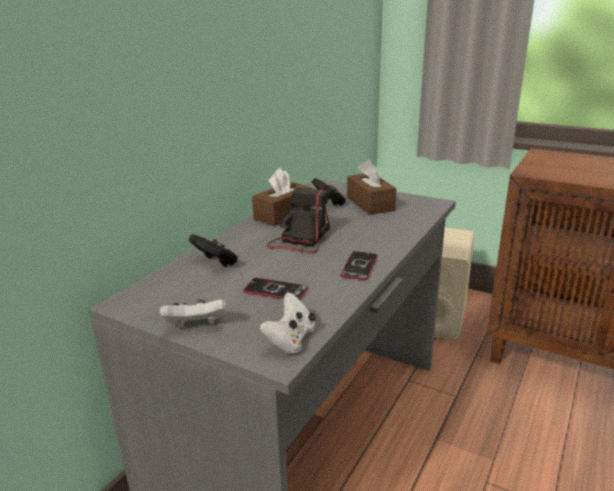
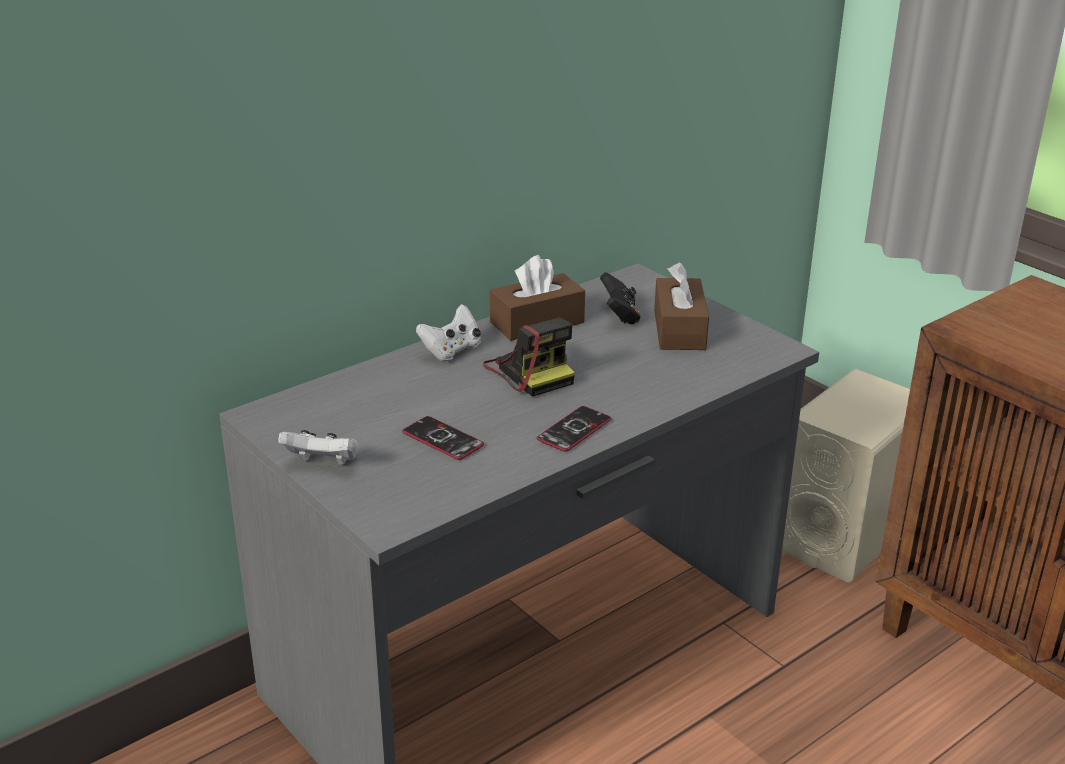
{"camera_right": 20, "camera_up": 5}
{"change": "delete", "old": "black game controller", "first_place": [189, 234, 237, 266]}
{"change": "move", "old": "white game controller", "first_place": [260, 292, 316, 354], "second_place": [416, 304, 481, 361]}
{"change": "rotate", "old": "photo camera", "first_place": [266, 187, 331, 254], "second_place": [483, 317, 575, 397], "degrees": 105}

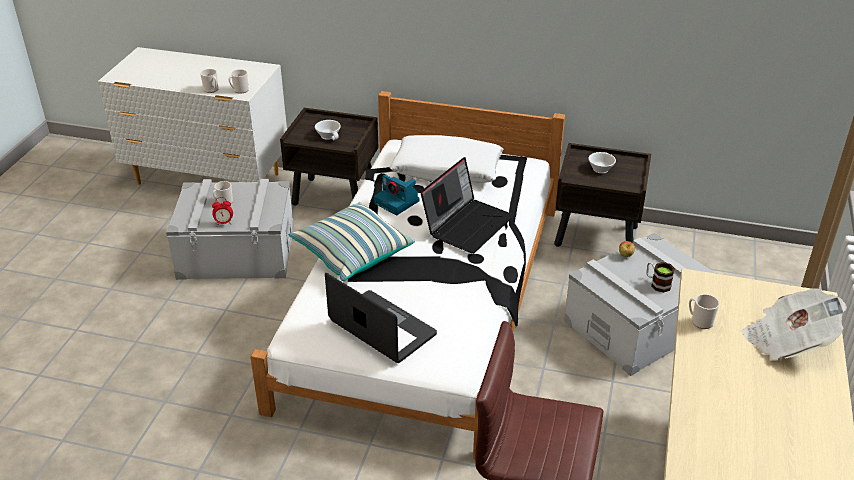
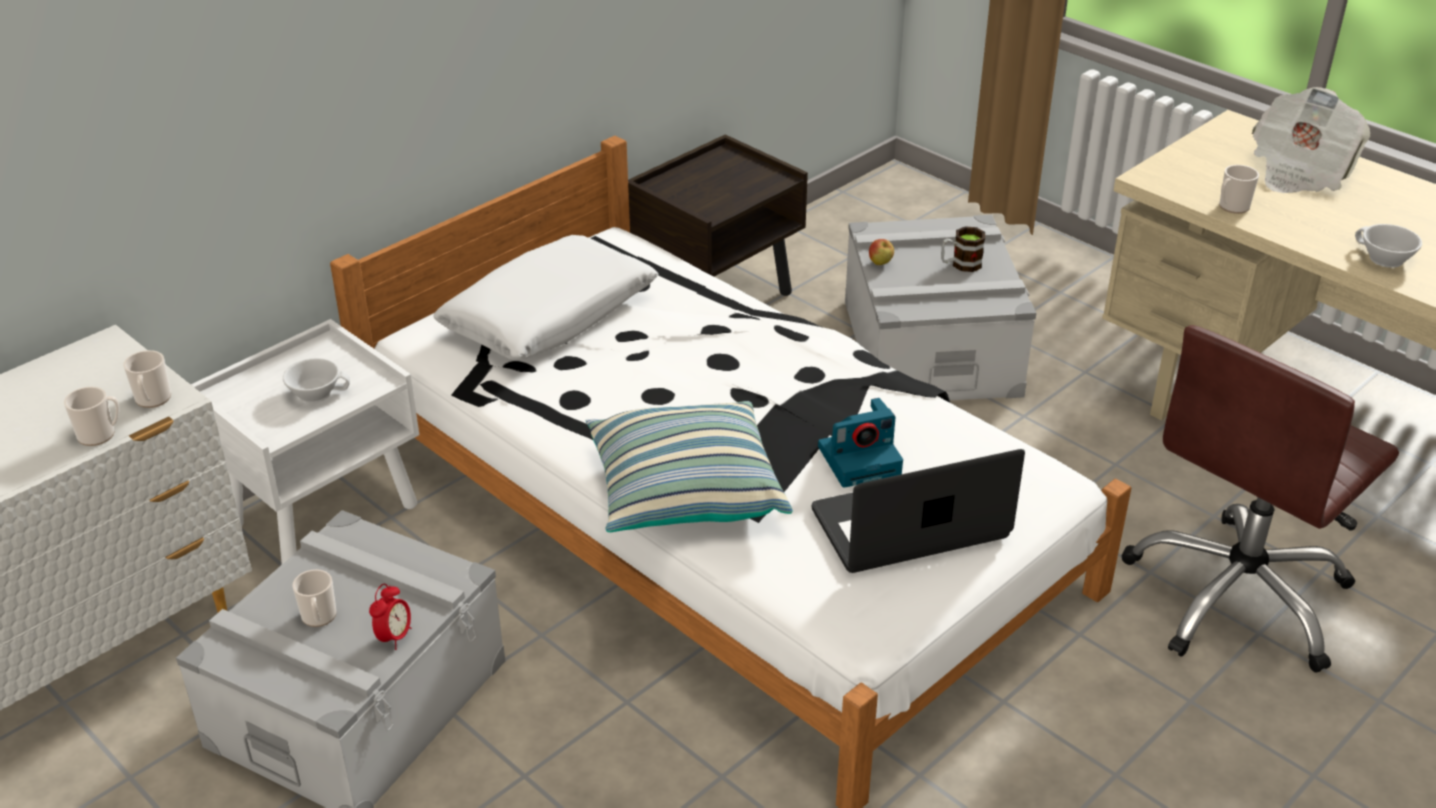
{"camera_right": -60, "camera_up": 0}
{"change": "recolor", "old": "brown nightstand", "new": "white nightstand", "first_place": [280, 108, 379, 205], "second_place": [191, 319, 419, 564]}
{"change": "move", "old": "photo camera", "first_place": [374, 175, 420, 215], "second_place": [818, 398, 903, 488]}
{"change": "delete", "old": "laptop", "first_place": [420, 157, 514, 254]}
{"change": "move", "old": "white cup", "first_place": [588, 152, 616, 173], "second_place": [1355, 224, 1422, 268]}

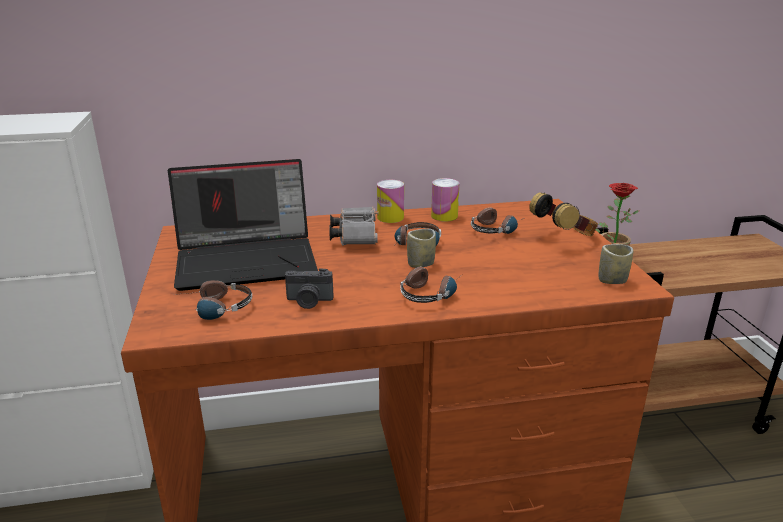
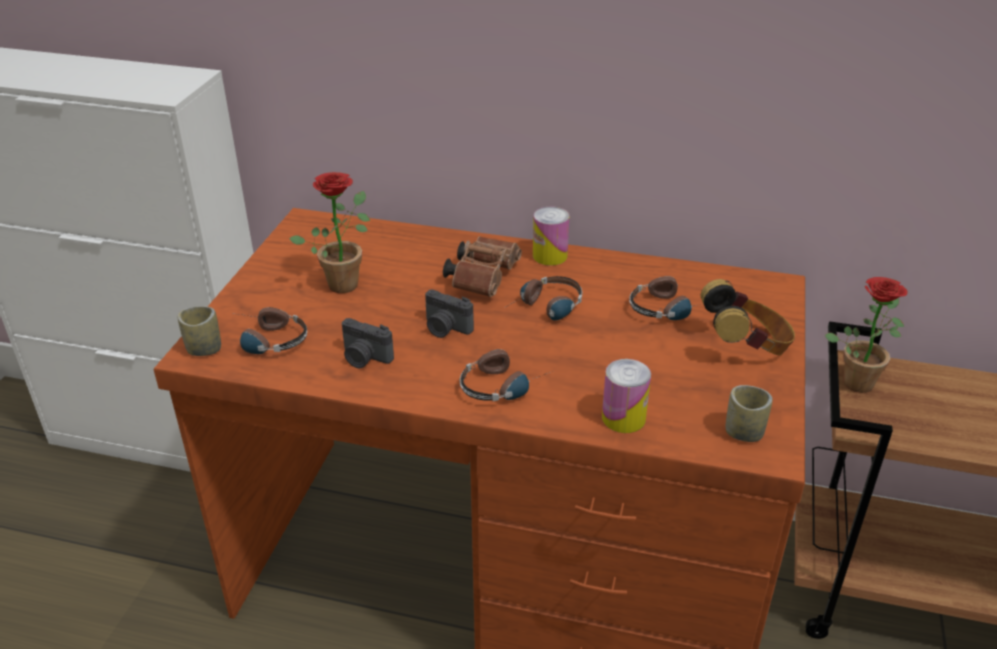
{"camera_right": 25, "camera_up": 10}
{"change": "replace", "old": "laptop", "new": "potted plant", "first_place": [168, 159, 318, 291], "second_place": [289, 172, 370, 293]}
{"change": "recolor", "old": "grey binoculars", "new": "brown binoculars", "first_place": [329, 207, 379, 246], "second_place": [443, 236, 522, 297]}
{"change": "move", "old": "cup", "first_place": [407, 229, 436, 268], "second_place": [178, 306, 221, 356]}
{"change": "move", "old": "can", "first_place": [431, 178, 459, 221], "second_place": [602, 359, 651, 433]}
{"change": "insert", "new": "photo camera", "second_place": [425, 289, 474, 338]}

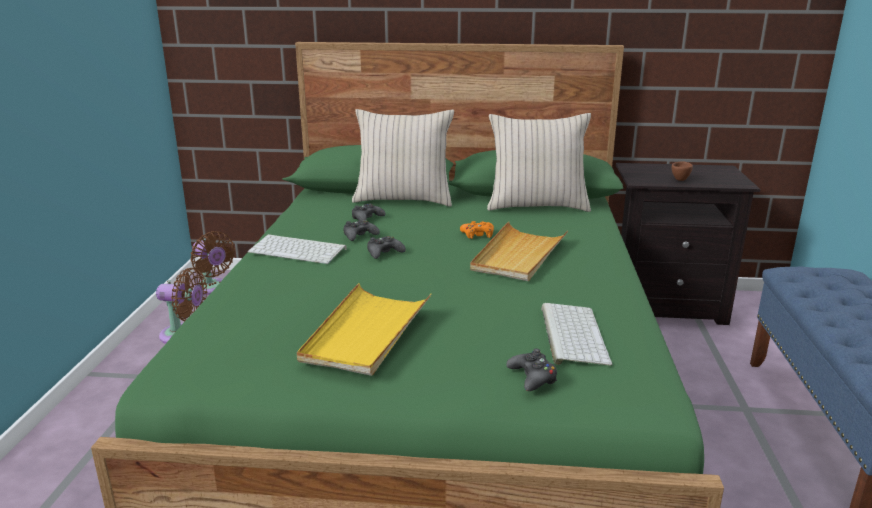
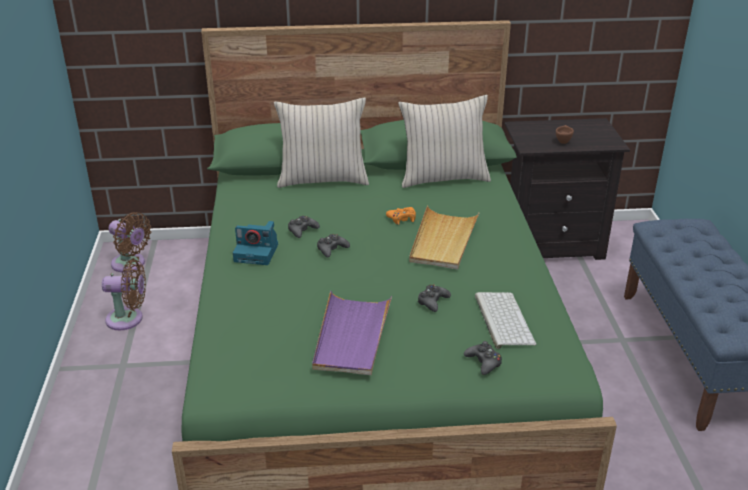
{"camera_right": -10, "camera_up": 10}
{"change": "replace", "old": "keyboard", "new": "photo camera", "first_place": [248, 234, 347, 264], "second_place": [233, 221, 278, 265]}
{"change": "recolor", "old": "yellow tray", "new": "purple tray", "first_place": [297, 283, 431, 376], "second_place": [312, 291, 392, 375]}
{"change": "move", "old": "black game controller", "first_place": [352, 204, 386, 221], "second_place": [418, 285, 451, 312]}

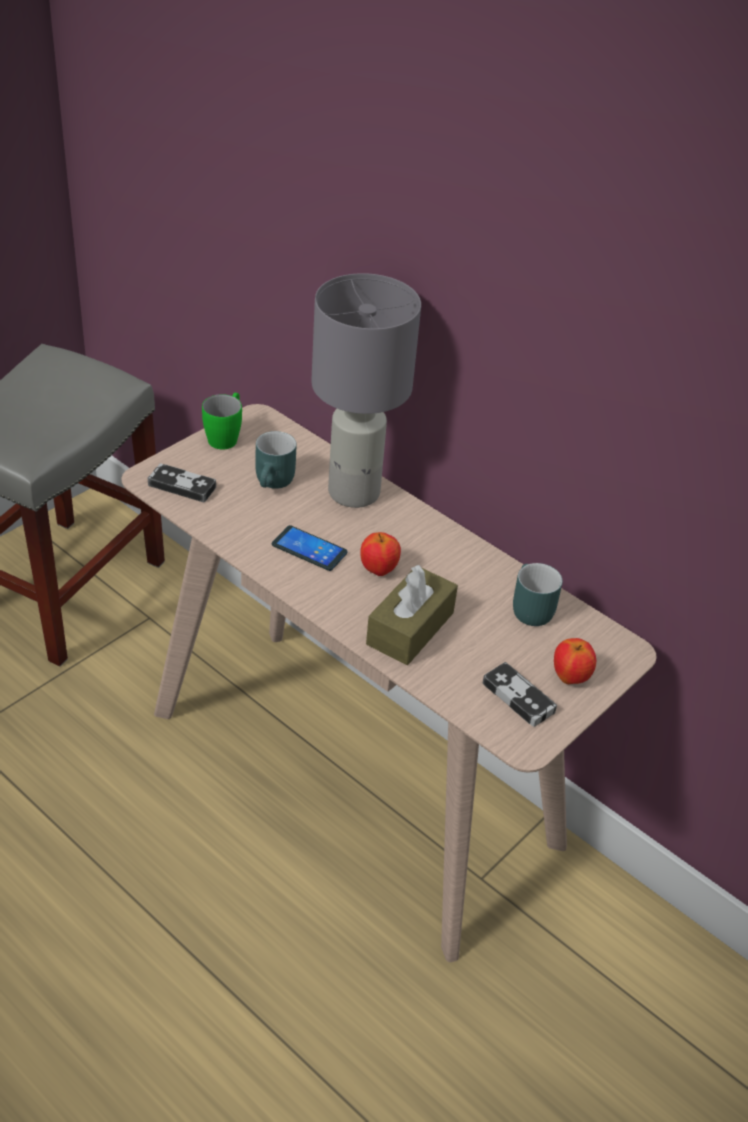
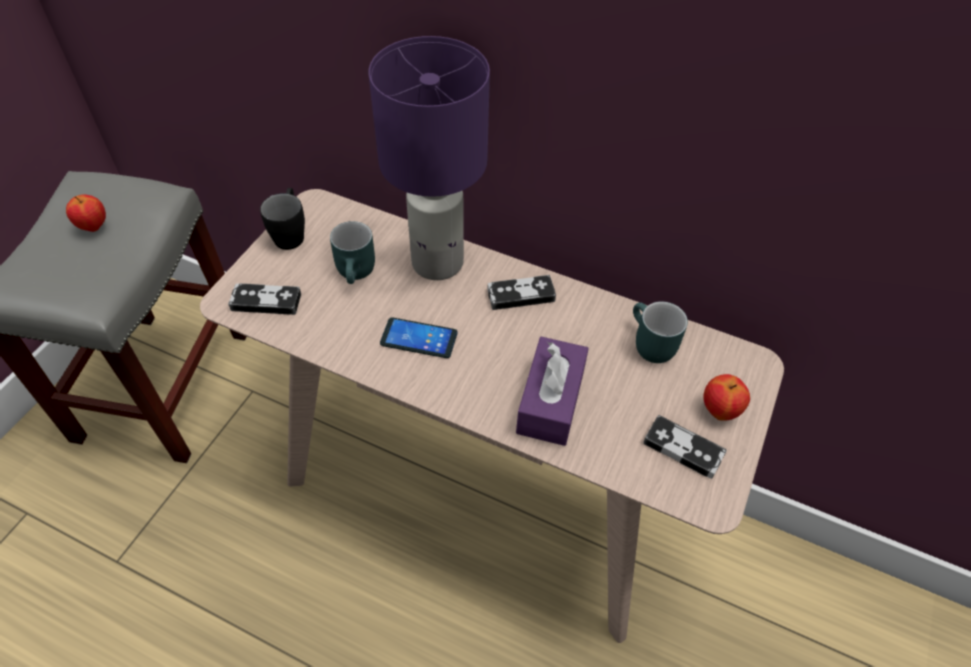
{"camera_right": -15, "camera_up": 10}
{"change": "recolor", "old": "green mug", "new": "black mug", "first_place": [202, 392, 242, 450], "second_place": [260, 188, 305, 250]}
{"change": "recolor", "old": "grey table lamp", "new": "purple table lamp", "first_place": [311, 273, 421, 508], "second_place": [369, 36, 490, 280]}
{"change": "move", "old": "apple", "first_place": [360, 532, 401, 576], "second_place": [66, 194, 106, 232]}
{"change": "recolor", "old": "brown tissue box", "new": "purple tissue box", "first_place": [366, 565, 458, 665], "second_place": [516, 337, 589, 446]}
{"change": "insert", "new": "game controller", "second_place": [487, 275, 556, 310]}

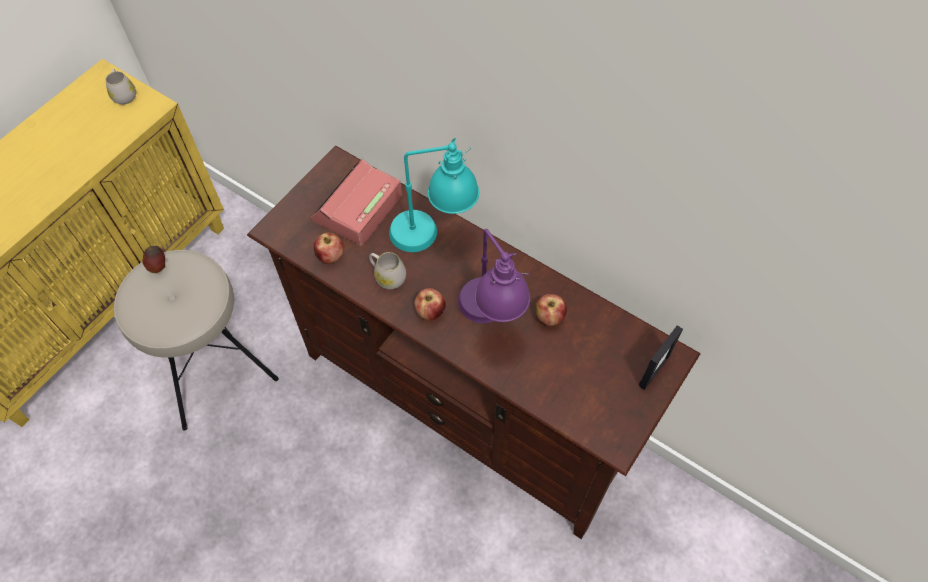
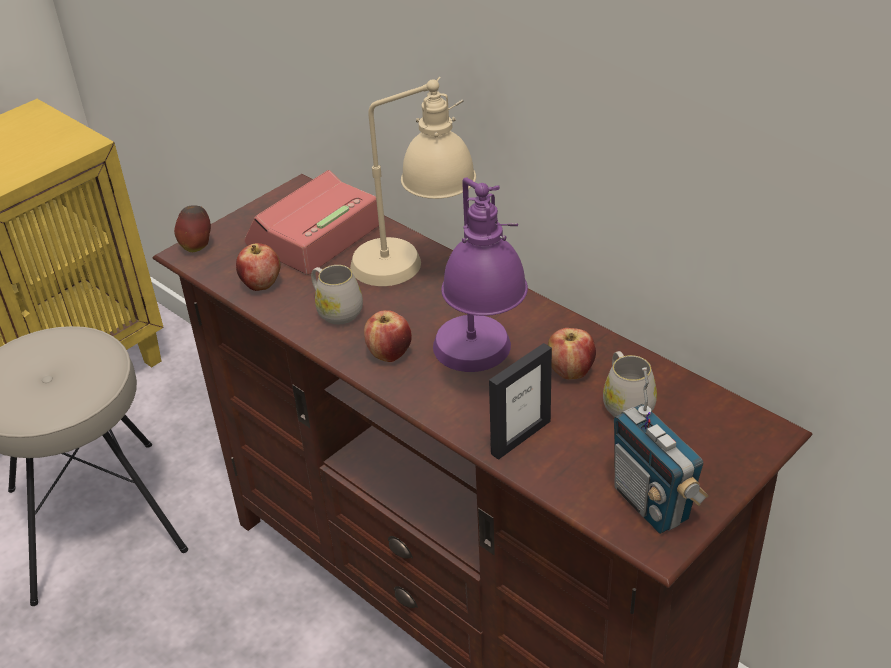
{"camera_right": 10, "camera_up": -20}
{"change": "move", "old": "white mug", "first_place": [106, 69, 136, 105], "second_place": [603, 351, 657, 417]}
{"change": "move", "old": "apple", "first_place": [142, 246, 165, 273], "second_place": [174, 205, 211, 252]}
{"change": "recolor", "old": "turquoise table lamp", "new": "beige table lamp", "first_place": [389, 138, 479, 252], "second_place": [350, 76, 476, 286]}
{"change": "move", "old": "picture frame", "first_place": [639, 325, 683, 390], "second_place": [489, 343, 552, 460]}
{"change": "insert", "new": "radio", "second_place": [614, 367, 709, 534]}

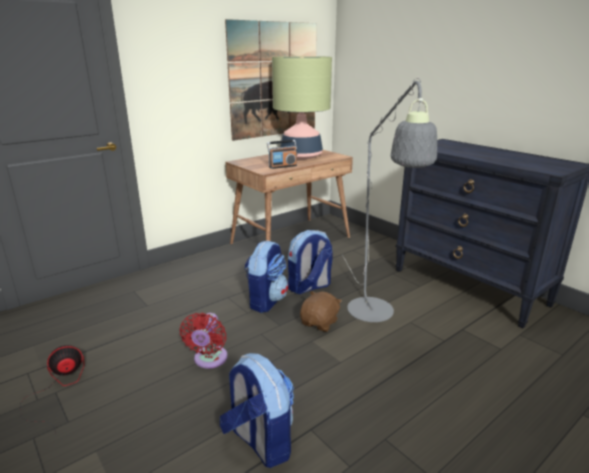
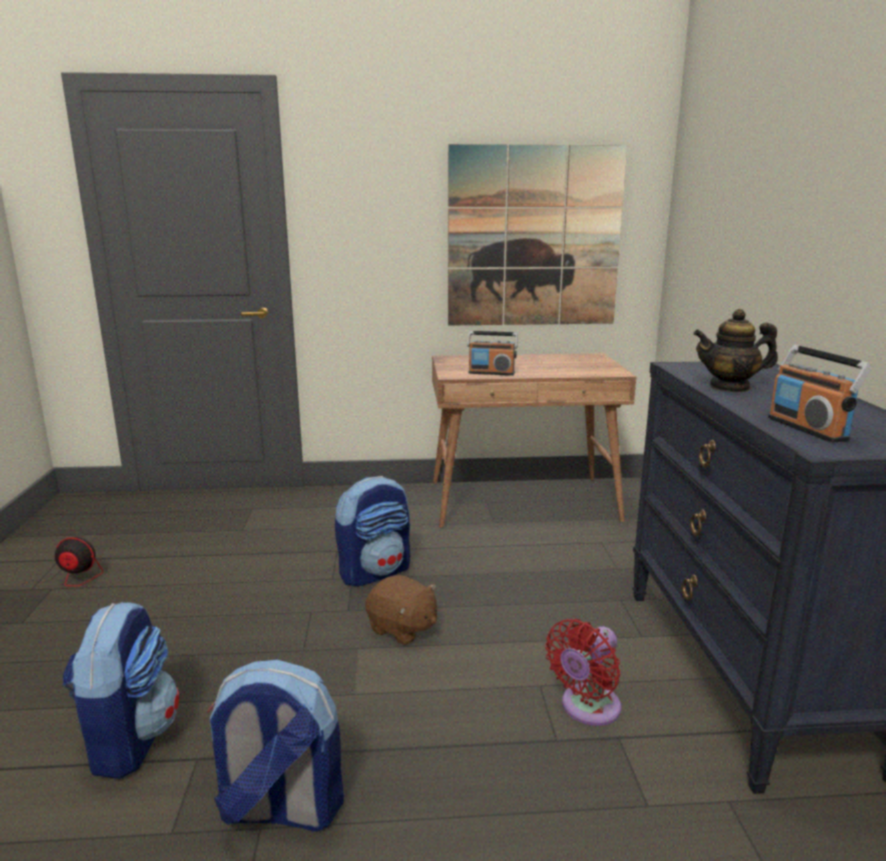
{"camera_right": 35, "camera_up": -5}
{"change": "move", "old": "red fan", "first_place": [180, 313, 228, 369], "second_place": [545, 619, 622, 726]}
{"change": "delete", "old": "table lamp", "first_place": [272, 56, 332, 159]}
{"change": "move", "old": "backpack", "first_place": [288, 230, 333, 294], "second_place": [207, 660, 344, 832]}
{"change": "rotate", "old": "brown plush toy", "first_place": [300, 291, 342, 332], "second_place": [365, 575, 437, 645], "degrees": 60}
{"change": "delete", "old": "grey floor lamp", "first_place": [342, 78, 437, 322]}
{"change": "insert", "new": "teapot", "second_place": [693, 309, 778, 392]}
{"change": "insert", "new": "radio", "second_place": [768, 345, 872, 443]}

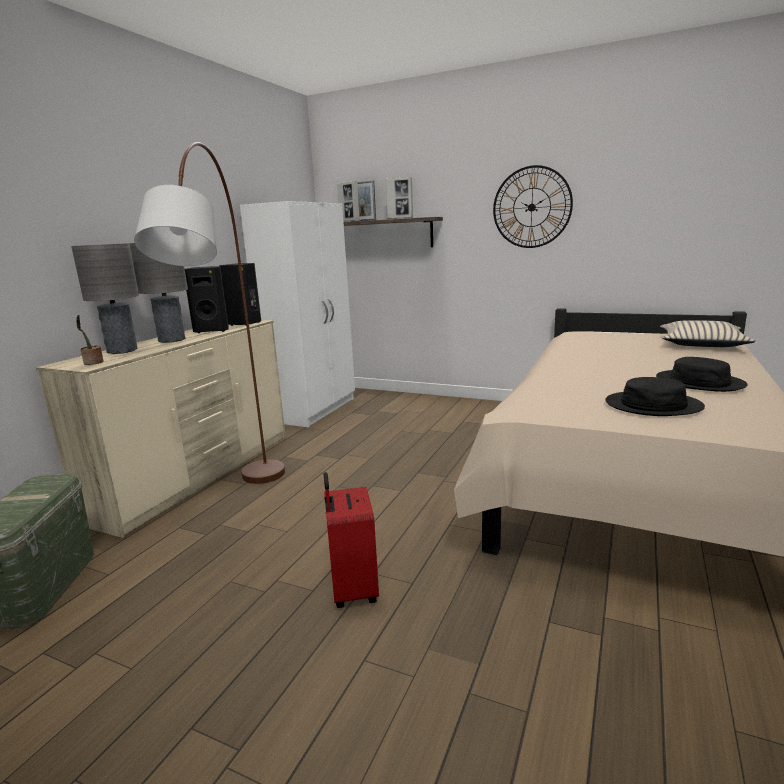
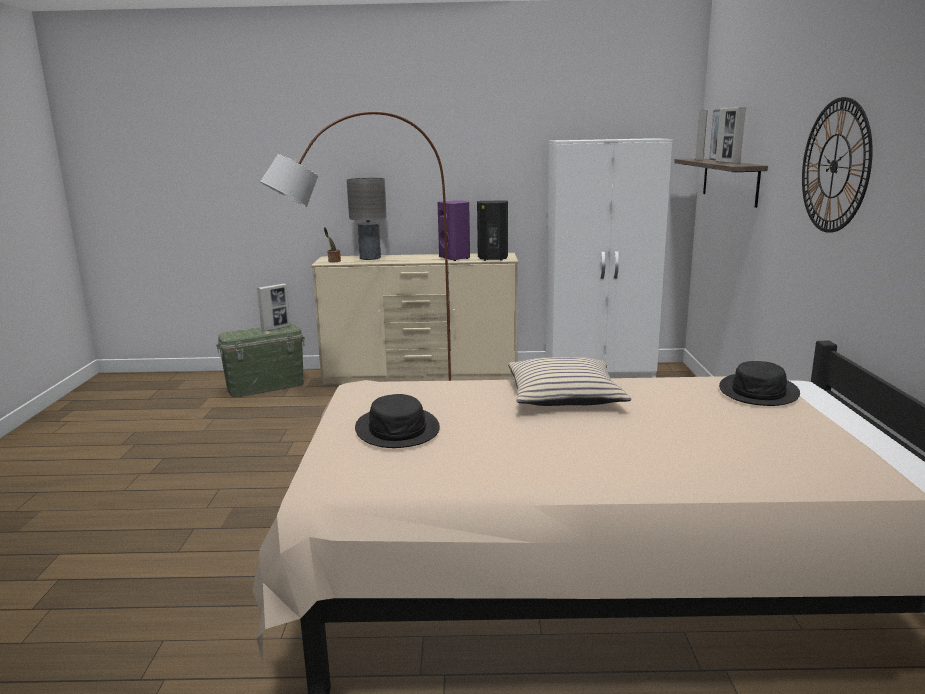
{"camera_right": 65, "camera_up": 0}
{"change": "delete", "old": "grey table lamp", "first_place": [130, 243, 188, 343]}
{"change": "recolor", "old": "black speaker", "new": "purple speaker", "first_place": [185, 266, 229, 333], "second_place": [438, 200, 470, 261]}
{"change": "delete", "old": "red suitcase", "first_place": [324, 472, 379, 608]}
{"change": "move", "old": "black hat", "first_place": [656, 357, 747, 392], "second_place": [719, 361, 800, 406]}
{"change": "move", "old": "beige pillow", "first_place": [660, 320, 755, 347], "second_place": [508, 357, 631, 406]}
{"change": "insert", "new": "picture frame", "second_place": [257, 283, 290, 332]}

